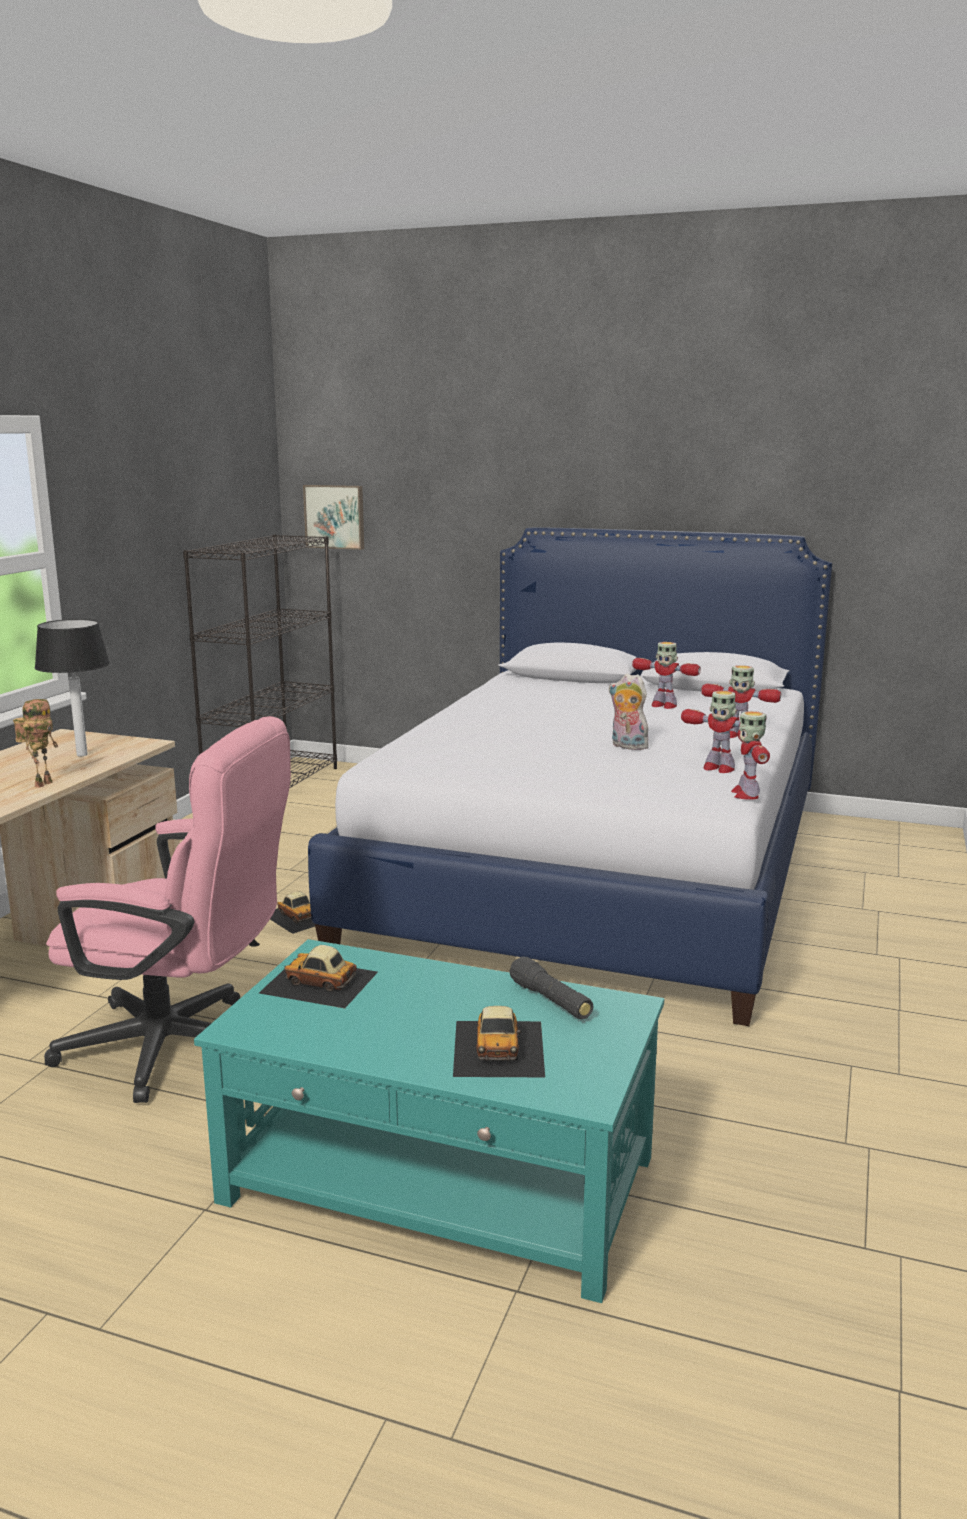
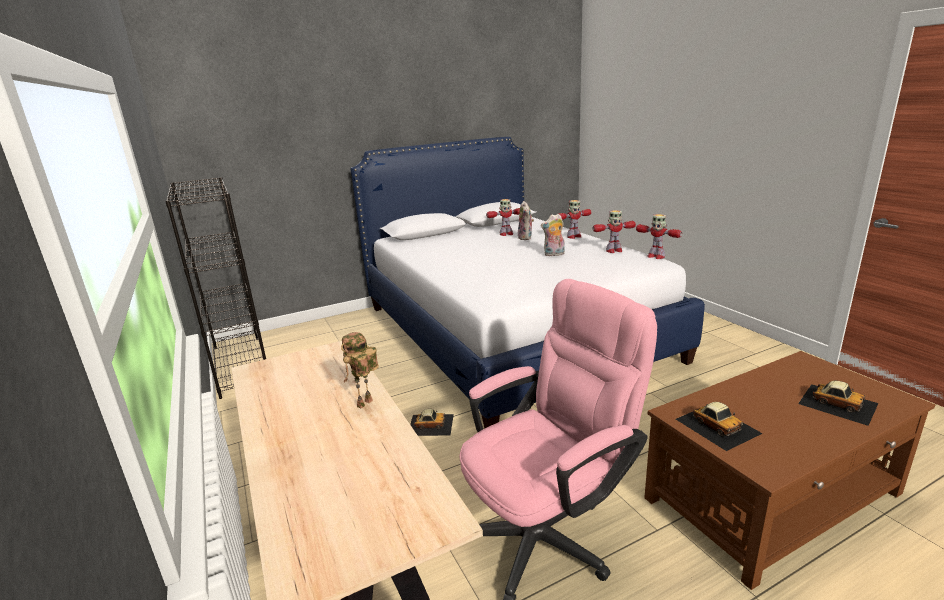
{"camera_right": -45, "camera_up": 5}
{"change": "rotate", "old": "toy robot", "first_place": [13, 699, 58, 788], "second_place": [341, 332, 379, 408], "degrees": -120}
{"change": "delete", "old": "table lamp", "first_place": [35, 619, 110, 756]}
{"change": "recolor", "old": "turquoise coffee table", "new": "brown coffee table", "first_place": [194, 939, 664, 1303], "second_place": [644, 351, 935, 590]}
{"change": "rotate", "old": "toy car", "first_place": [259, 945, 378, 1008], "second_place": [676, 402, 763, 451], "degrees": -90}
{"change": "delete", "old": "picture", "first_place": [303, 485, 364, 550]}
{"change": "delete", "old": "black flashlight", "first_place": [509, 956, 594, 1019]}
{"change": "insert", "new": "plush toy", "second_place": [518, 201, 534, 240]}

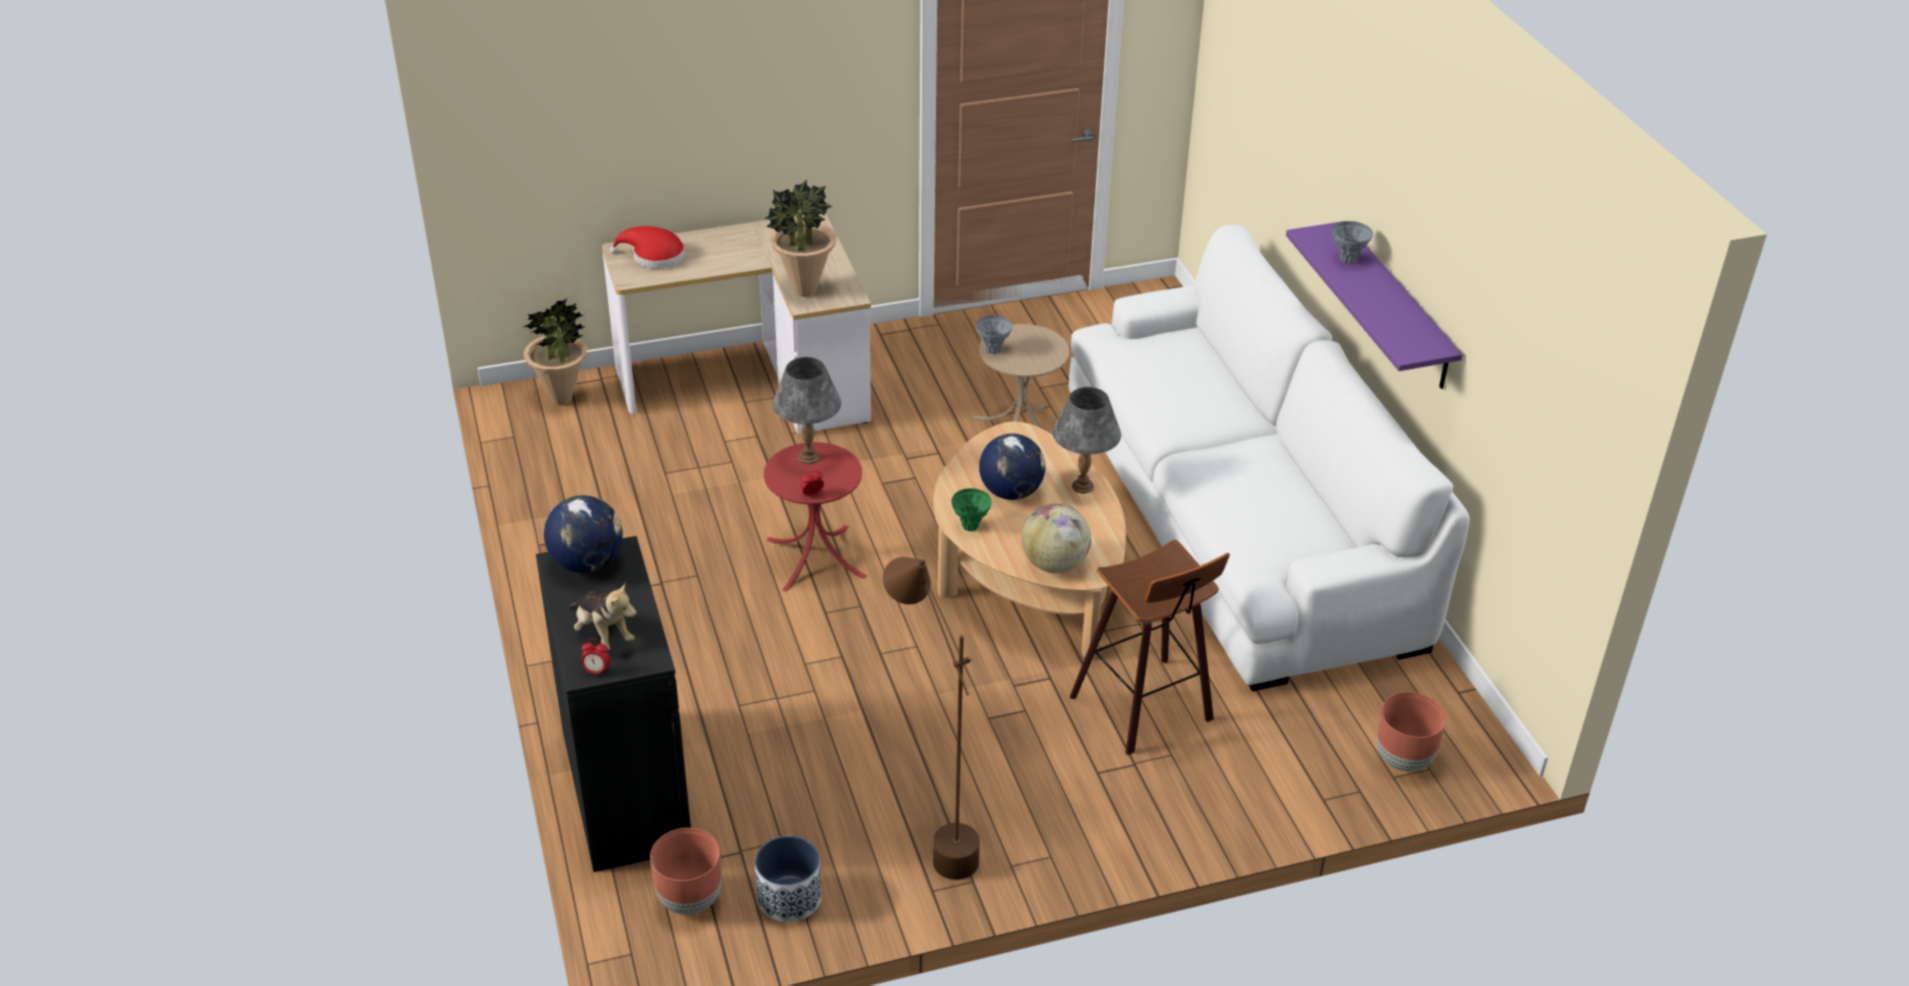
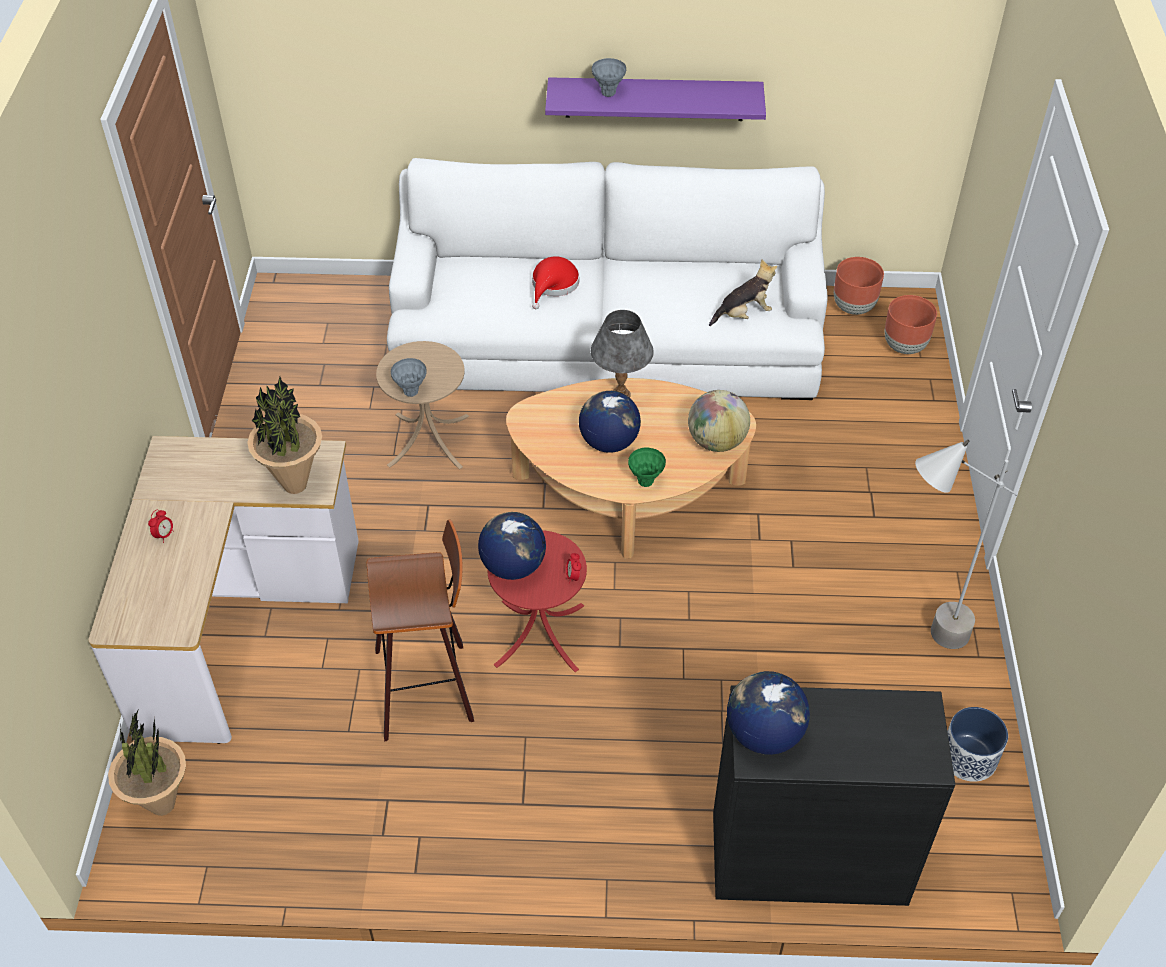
{"camera_right": -70, "camera_up": 10}
{"change": "move", "old": "plush toy", "first_place": [568, 583, 637, 650], "second_place": [709, 259, 777, 326]}
{"change": "move", "old": "alarm clock", "first_place": [581, 638, 610, 677], "second_place": [148, 509, 174, 543]}
{"change": "move", "old": "red hat", "first_place": [610, 226, 685, 268], "second_place": [532, 256, 579, 309]}
{"change": "move", "old": "brown planter", "first_place": [650, 828, 722, 915], "second_place": [834, 257, 884, 315]}
{"change": "replace", "old": "grey table lamp", "new": "globe", "first_place": [772, 357, 841, 464], "second_place": [478, 512, 546, 580]}
{"change": "recolor", "old": "brown floor lamp", "new": "grey floor lamp", "first_place": [883, 557, 980, 880], "second_place": [915, 440, 1018, 649]}
{"change": "move", "old": "stool", "first_place": [1070, 539, 1230, 755], "second_place": [367, 519, 474, 741]}

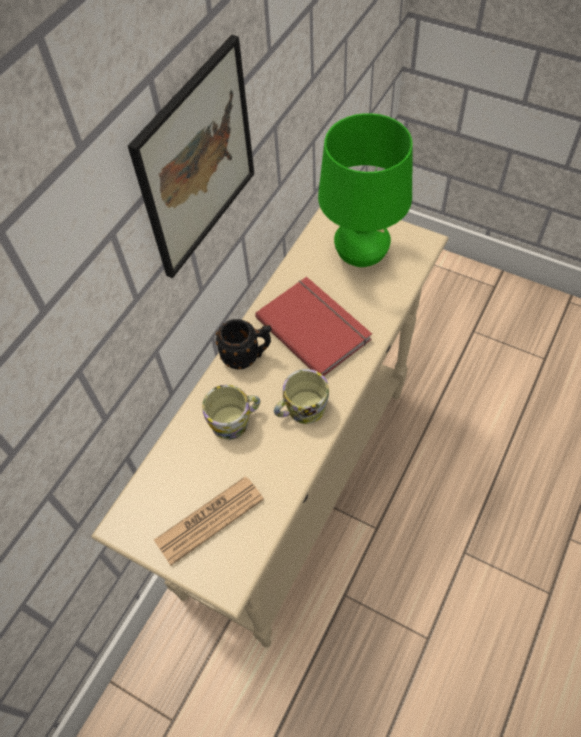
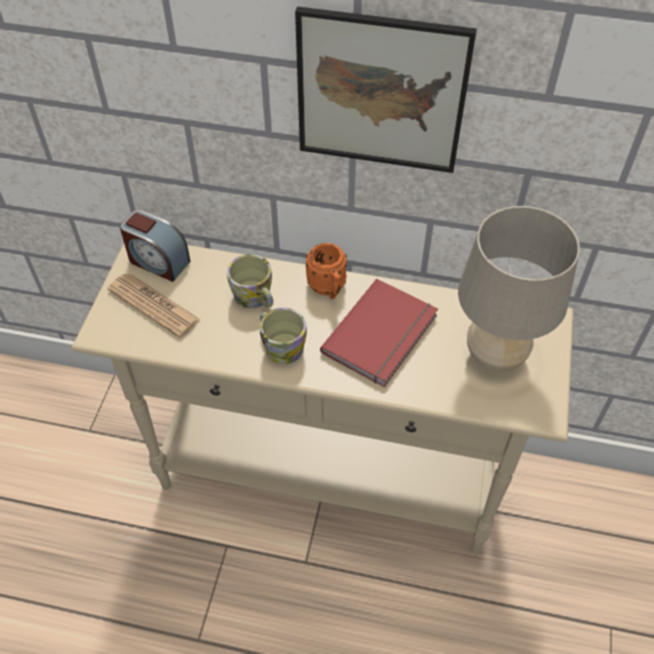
{"camera_right": 70, "camera_up": -5}
{"change": "recolor", "old": "black mug", "new": "orange mug", "first_place": [216, 319, 271, 369], "second_place": [306, 243, 347, 299]}
{"change": "recolor", "old": "green table lamp", "new": "beige table lamp", "first_place": [318, 113, 413, 267], "second_place": [458, 206, 580, 372]}
{"change": "insert", "new": "alarm clock", "second_place": [120, 209, 190, 282]}

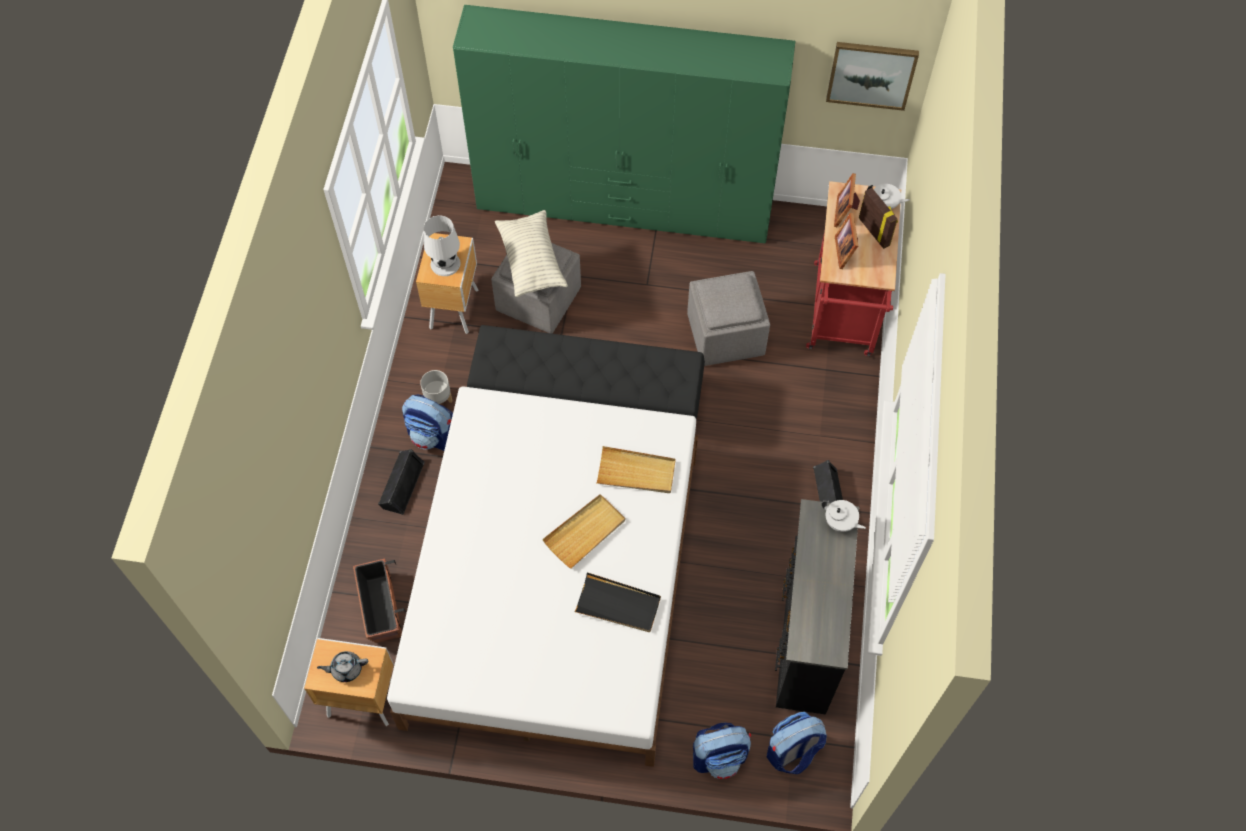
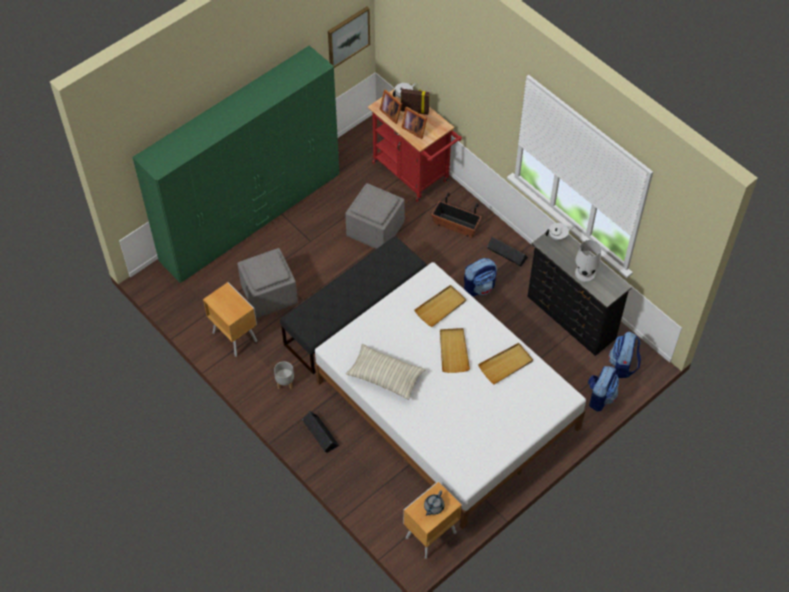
{"camera_right": -50, "camera_up": -5}
{"change": "move", "old": "planter", "first_place": [353, 558, 406, 643], "second_place": [431, 193, 482, 238]}
{"change": "move", "old": "backpack", "first_place": [402, 394, 453, 451], "second_place": [464, 258, 497, 297]}
{"change": "move", "old": "white table lamp", "first_place": [424, 215, 460, 276], "second_place": [575, 240, 601, 282]}
{"change": "move", "old": "pillow", "first_place": [495, 210, 568, 297], "second_place": [346, 344, 425, 400]}
{"change": "recolor", "old": "black tray", "new": "beige tray", "first_place": [574, 572, 661, 632], "second_place": [478, 343, 533, 384]}

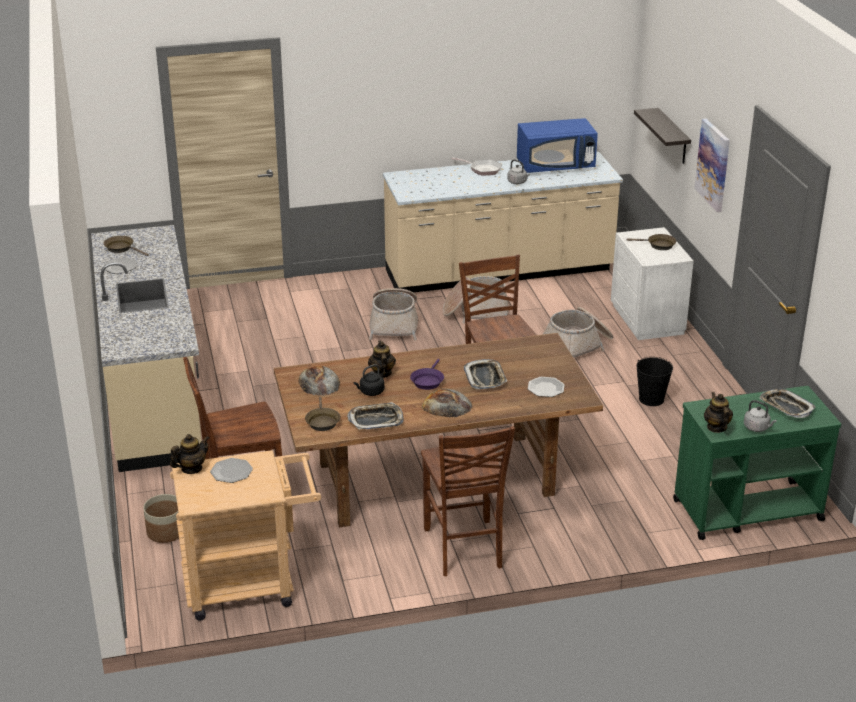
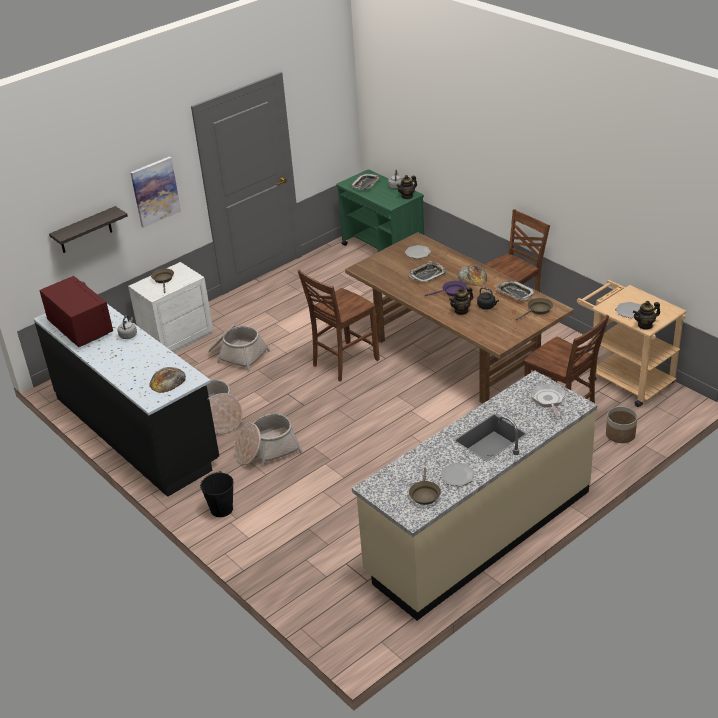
{"camera_right": -115, "camera_up": 5}
{"change": "rotate", "old": "teapot", "first_place": [170, 434, 209, 474], "second_place": [633, 301, 660, 330], "degrees": -45}
{"change": "move", "old": "bread", "first_place": [298, 366, 340, 396], "second_place": [149, 367, 186, 393]}
{"change": "recolor", "old": "beige counter", "new": "black counter", "first_place": [383, 152, 623, 292], "second_place": [34, 304, 219, 497]}
{"change": "move", "old": "frying pan", "first_place": [452, 157, 502, 175], "second_place": [531, 384, 566, 417]}
{"change": "recolor", "old": "blue microwave", "new": "red microwave", "first_place": [517, 118, 598, 173], "second_place": [40, 276, 113, 348]}
{"change": "move", "old": "black bucket", "first_place": [636, 357, 673, 406], "second_place": [200, 471, 234, 517]}

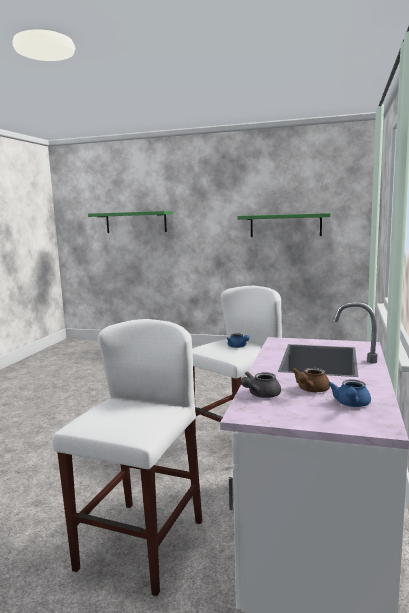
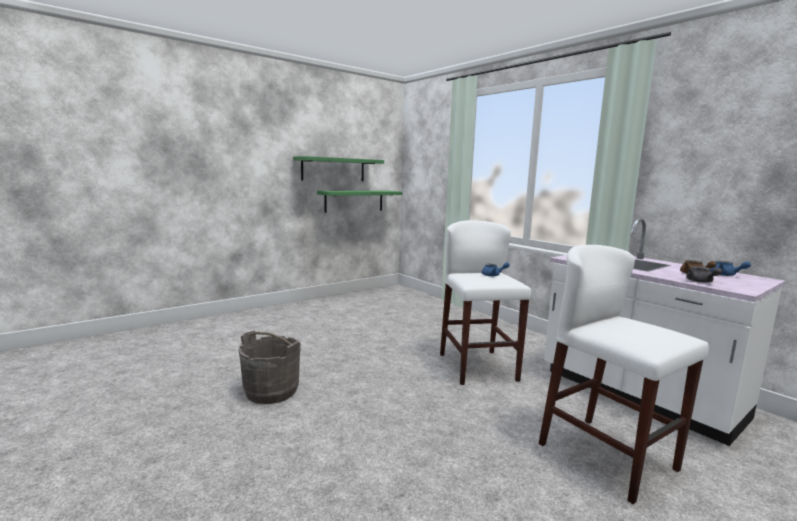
{"camera_right": -55, "camera_up": 0}
{"change": "move", "old": "green shelf", "first_place": [88, 211, 173, 233], "second_place": [317, 190, 402, 213]}
{"change": "insert", "new": "grey bucket", "second_place": [238, 331, 301, 404]}

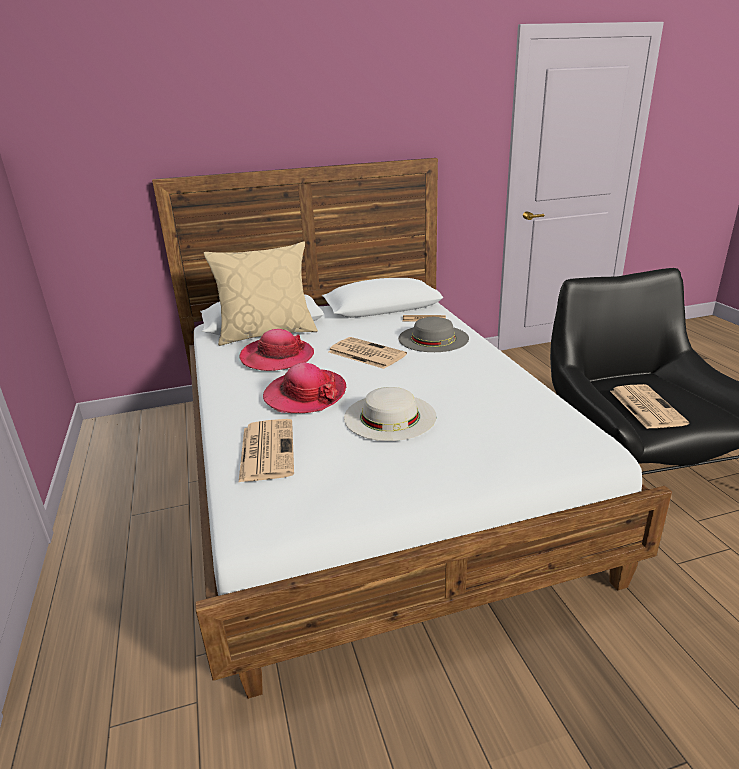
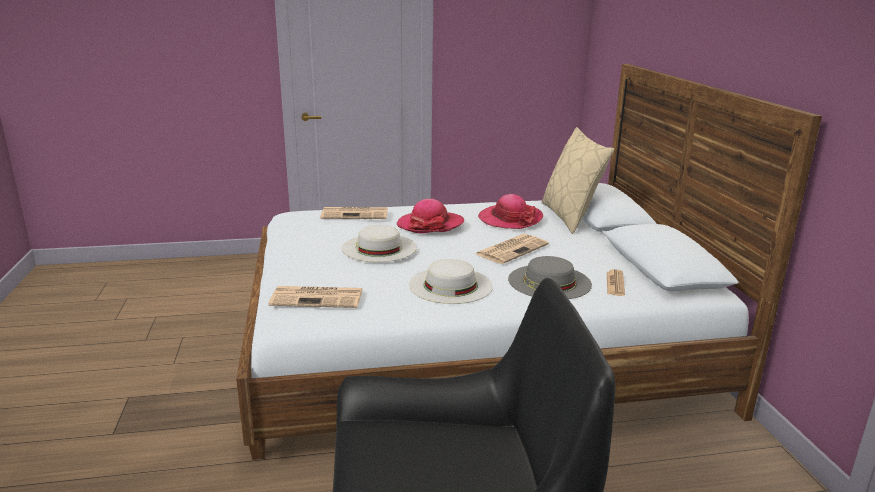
{"camera_right": 95, "camera_up": -5}
{"change": "move", "old": "newspaper", "first_place": [610, 384, 689, 429], "second_place": [268, 286, 363, 308]}
{"change": "insert", "new": "white hat", "second_place": [409, 259, 493, 304]}

